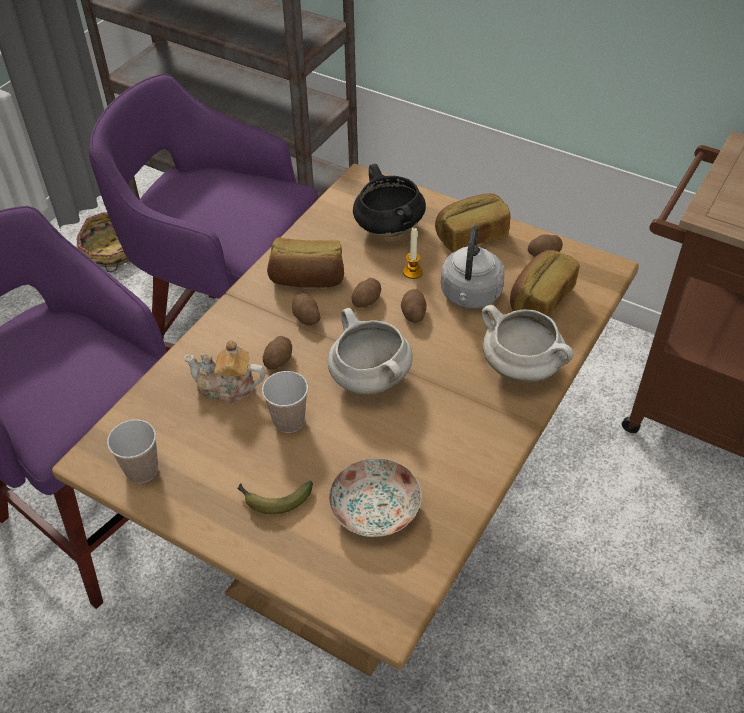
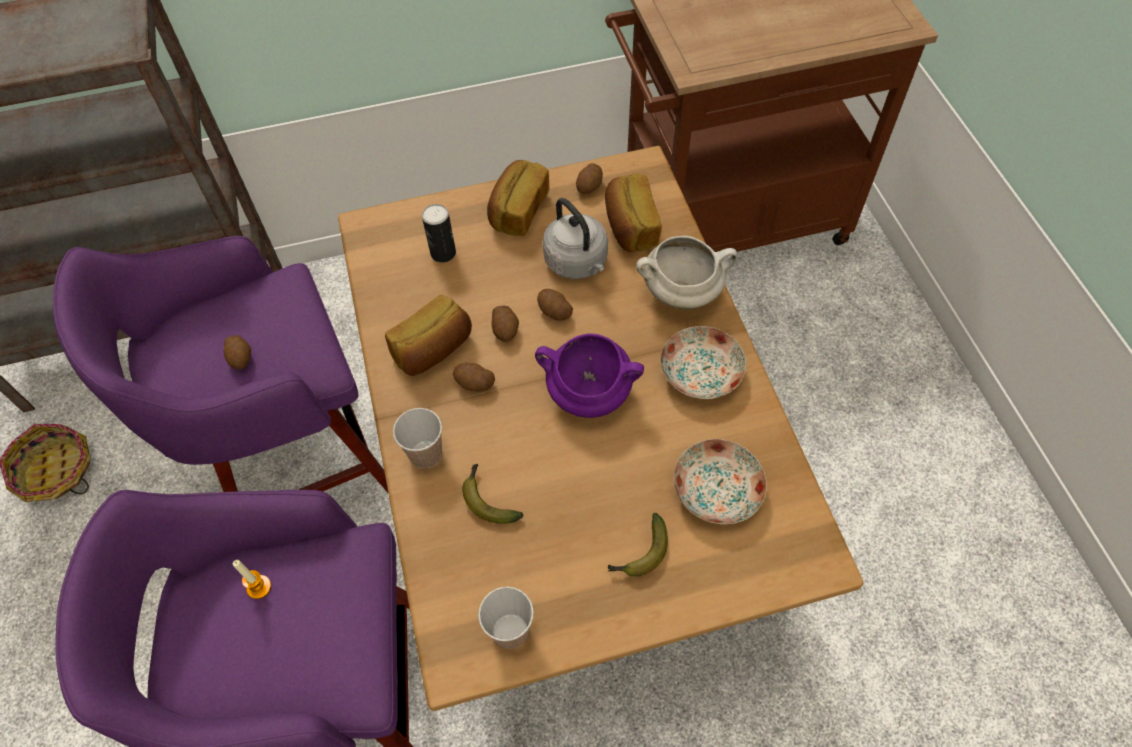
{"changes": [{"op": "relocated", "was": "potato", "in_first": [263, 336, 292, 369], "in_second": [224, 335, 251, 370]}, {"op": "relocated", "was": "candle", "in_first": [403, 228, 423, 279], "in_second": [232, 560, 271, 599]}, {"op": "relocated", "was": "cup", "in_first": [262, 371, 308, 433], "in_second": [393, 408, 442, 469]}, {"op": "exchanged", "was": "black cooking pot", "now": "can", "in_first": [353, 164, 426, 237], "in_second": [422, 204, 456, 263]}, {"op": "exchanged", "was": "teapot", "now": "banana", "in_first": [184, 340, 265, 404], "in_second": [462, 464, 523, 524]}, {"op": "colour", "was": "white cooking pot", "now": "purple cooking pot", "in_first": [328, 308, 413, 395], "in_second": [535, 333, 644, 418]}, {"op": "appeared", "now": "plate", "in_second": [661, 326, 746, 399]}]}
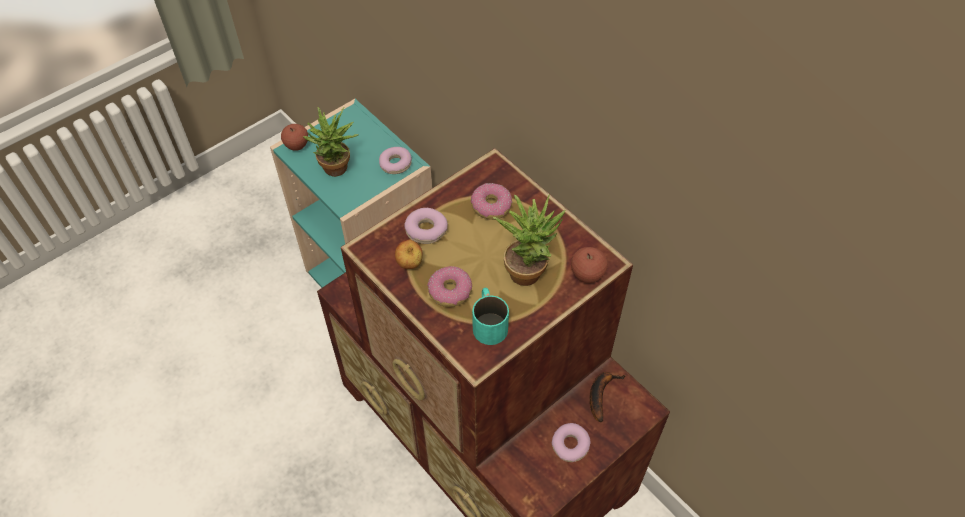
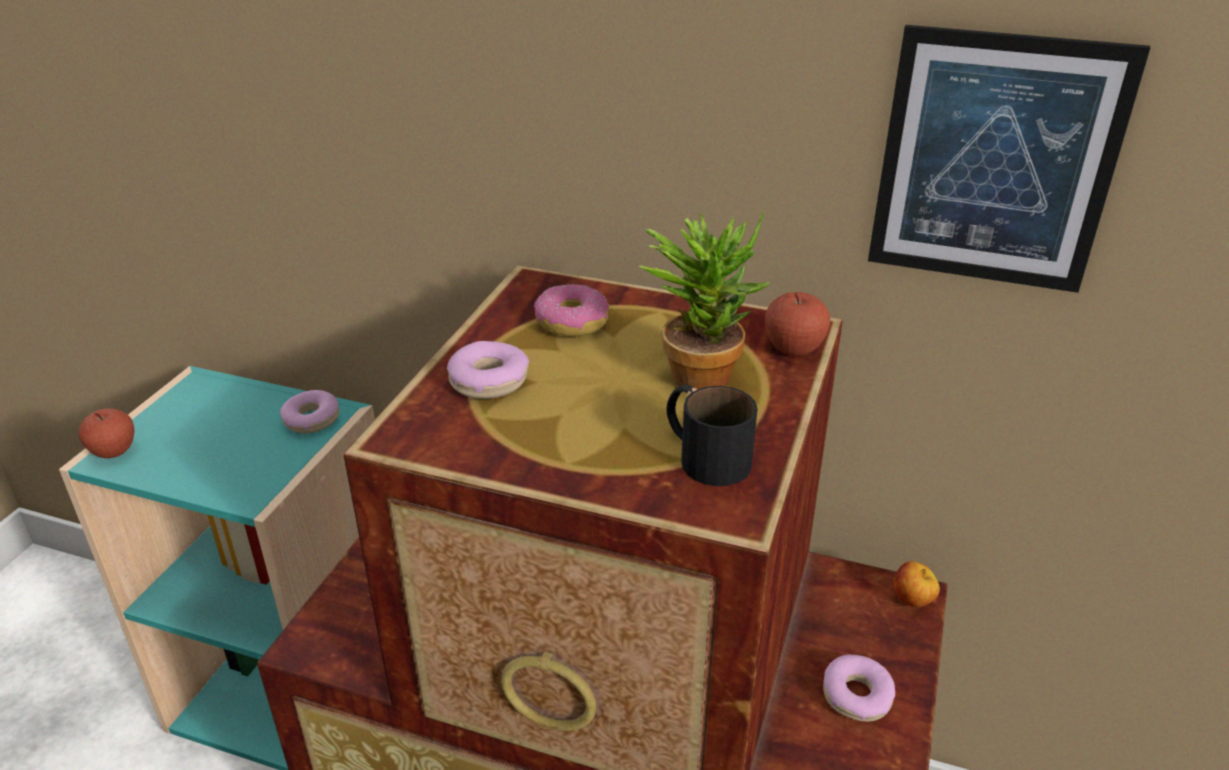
{"changes": [{"op": "colour", "was": "turquoise mug", "now": "black mug", "in_first": [472, 288, 509, 345], "in_second": [667, 385, 758, 486]}, {"op": "appeared", "now": "picture", "in_second": [868, 25, 1150, 293]}, {"op": "relocated", "was": "apple", "in_first": [395, 239, 423, 269], "in_second": [894, 561, 940, 607]}, {"op": "missing", "was": "potted plant", "in_first": [302, 107, 358, 177]}, {"op": "missing", "was": "donut", "in_first": [427, 266, 472, 307]}, {"op": "missing", "was": "banana", "in_first": [590, 372, 626, 422]}]}
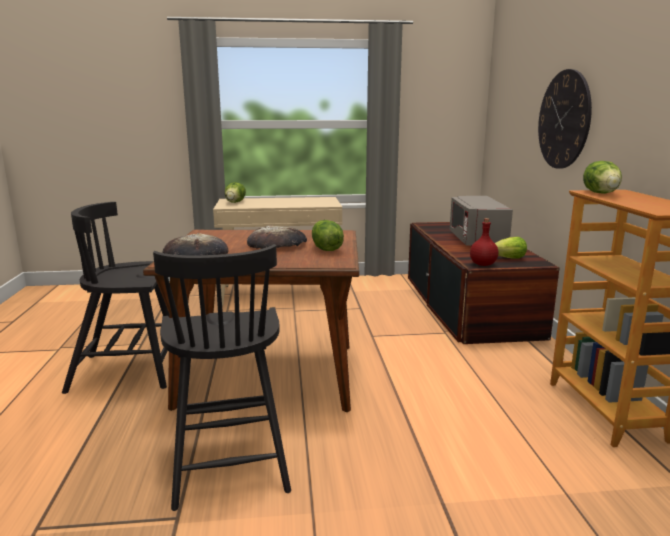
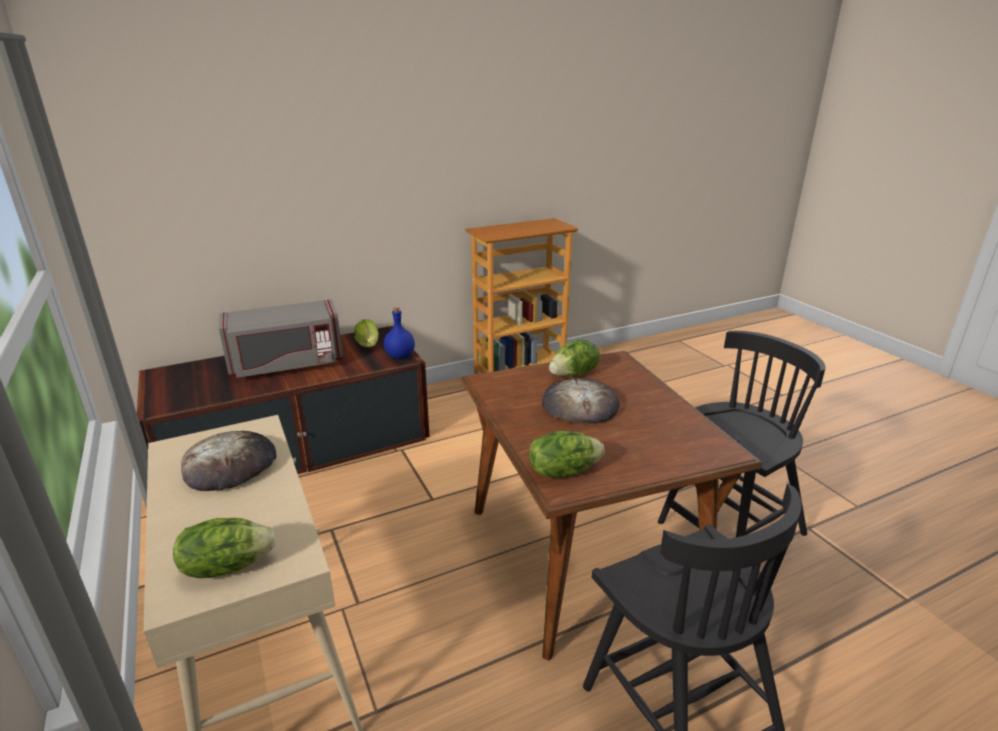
{"changes": [{"op": "relocated", "was": "bread", "in_first": [162, 233, 229, 255], "in_second": [181, 431, 276, 491]}, {"op": "colour", "was": "red bottle", "now": "blue bottle", "in_first": [470, 218, 498, 266], "in_second": [384, 307, 415, 359]}, {"op": "relocated", "was": "lettuce", "in_first": [583, 161, 622, 194], "in_second": [529, 431, 604, 478]}, {"op": "missing", "was": "wall clock", "in_first": [538, 69, 592, 169]}]}
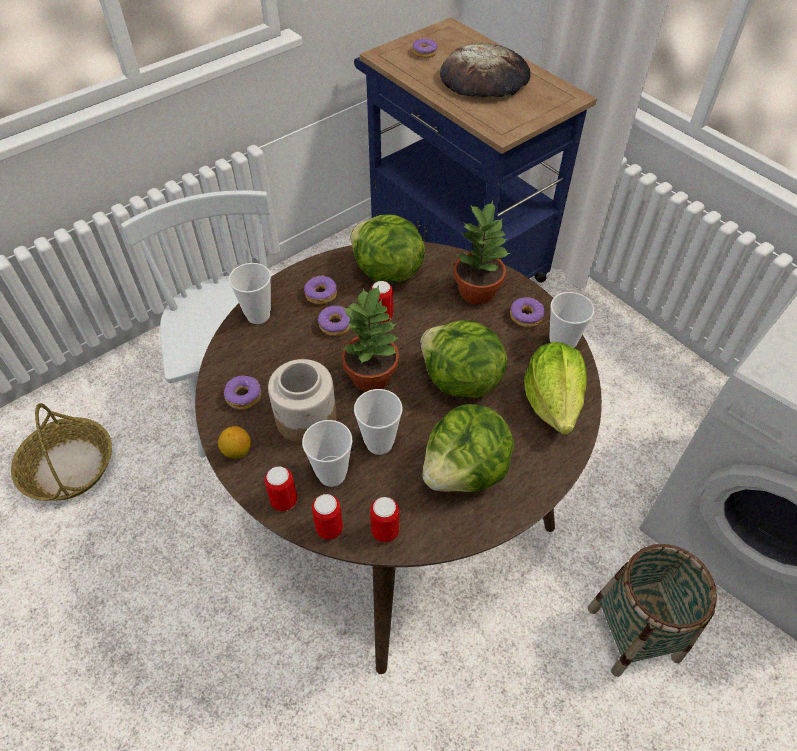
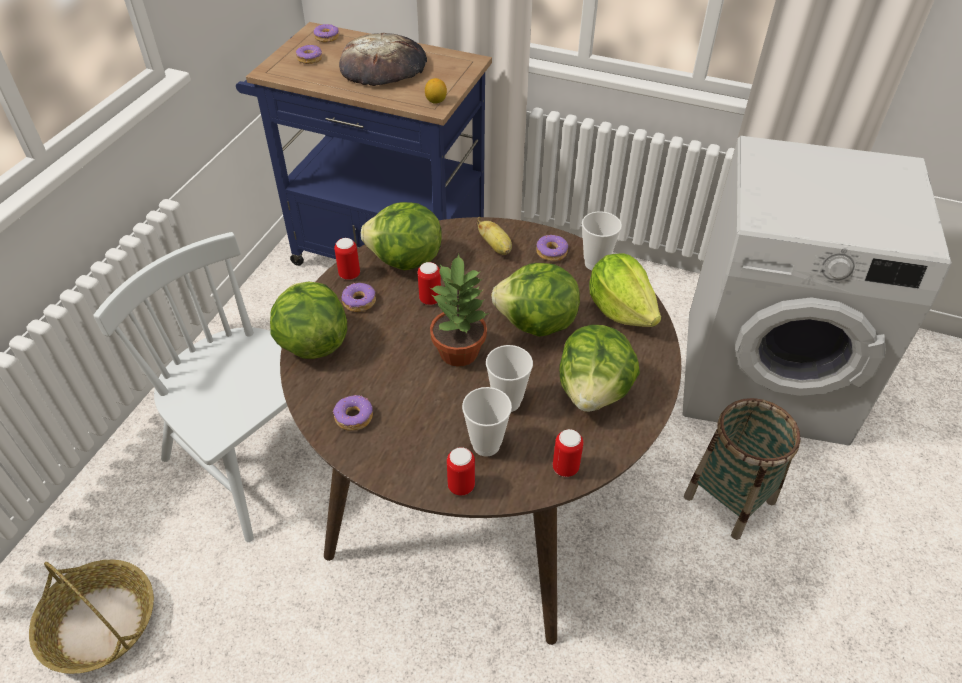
{"changes": [{"op": "exchanged", "was": "cup", "now": "lettuce", "in_first": [229, 263, 271, 324], "in_second": [270, 282, 347, 359]}, {"op": "relocated", "was": "donut", "in_first": [318, 305, 350, 336], "in_second": [314, 24, 339, 42]}, {"op": "relocated", "was": "can", "in_first": [312, 494, 343, 540], "in_second": [334, 238, 360, 280]}, {"op": "relocated", "was": "lemon", "in_first": [218, 426, 251, 459], "in_second": [425, 78, 447, 104]}, {"op": "exchanged", "was": "potted plant", "now": "banana", "in_first": [454, 201, 510, 304], "in_second": [476, 217, 512, 255]}, {"op": "missing", "was": "jar", "in_first": [268, 359, 337, 443]}]}
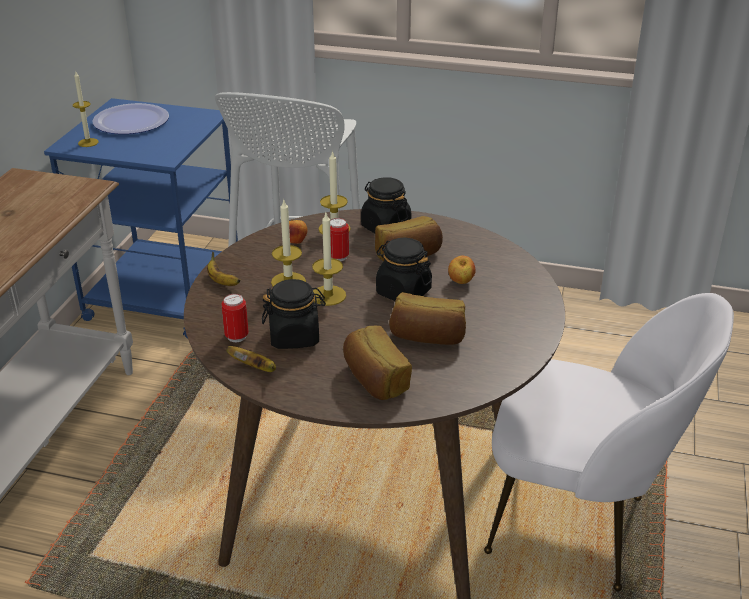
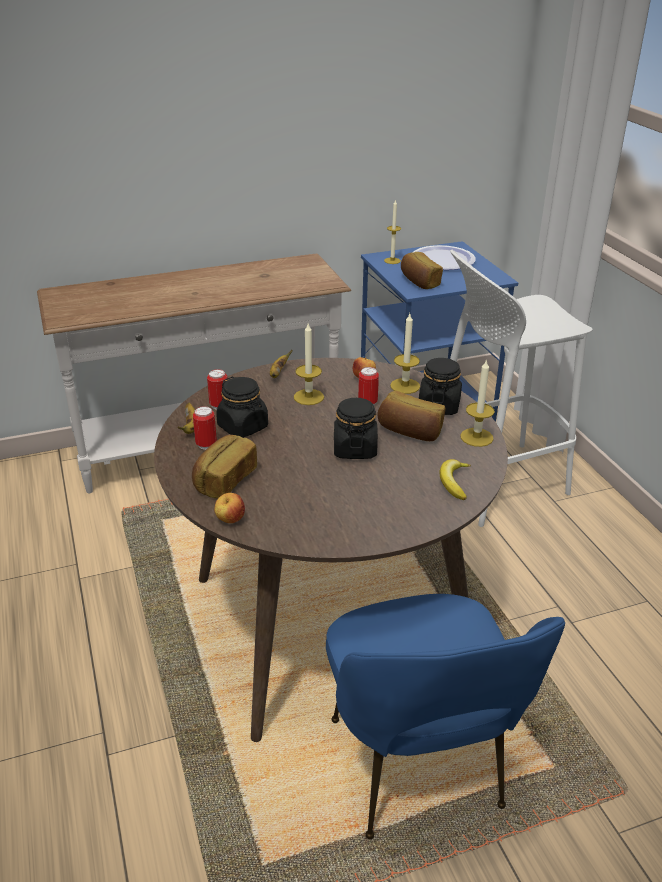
{"changes": [{"op": "appeared", "now": "can", "in_second": [193, 406, 217, 450]}, {"op": "relocated", "was": "apple", "in_first": [448, 256, 476, 284], "in_second": [214, 493, 245, 523]}, {"op": "colour", "was": "white chair", "now": "blue chair", "in_first": [484, 293, 734, 591], "in_second": [326, 594, 565, 839]}, {"op": "relocated", "was": "bread", "in_first": [389, 292, 466, 345], "in_second": [401, 252, 443, 289]}, {"op": "appeared", "now": "banana", "in_second": [439, 459, 471, 500]}, {"op": "relocated", "was": "candle", "in_first": [312, 213, 346, 306], "in_second": [460, 359, 495, 447]}]}
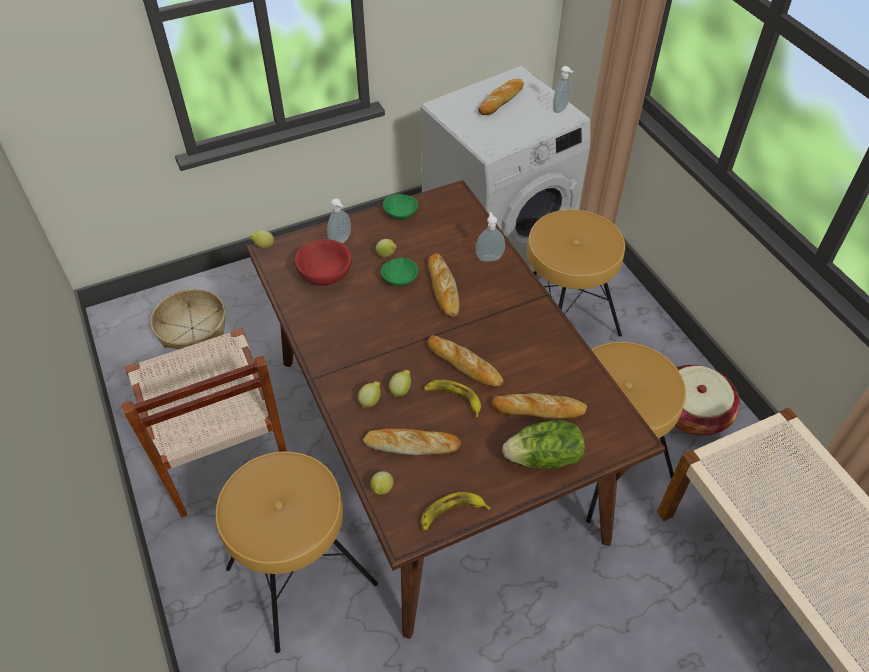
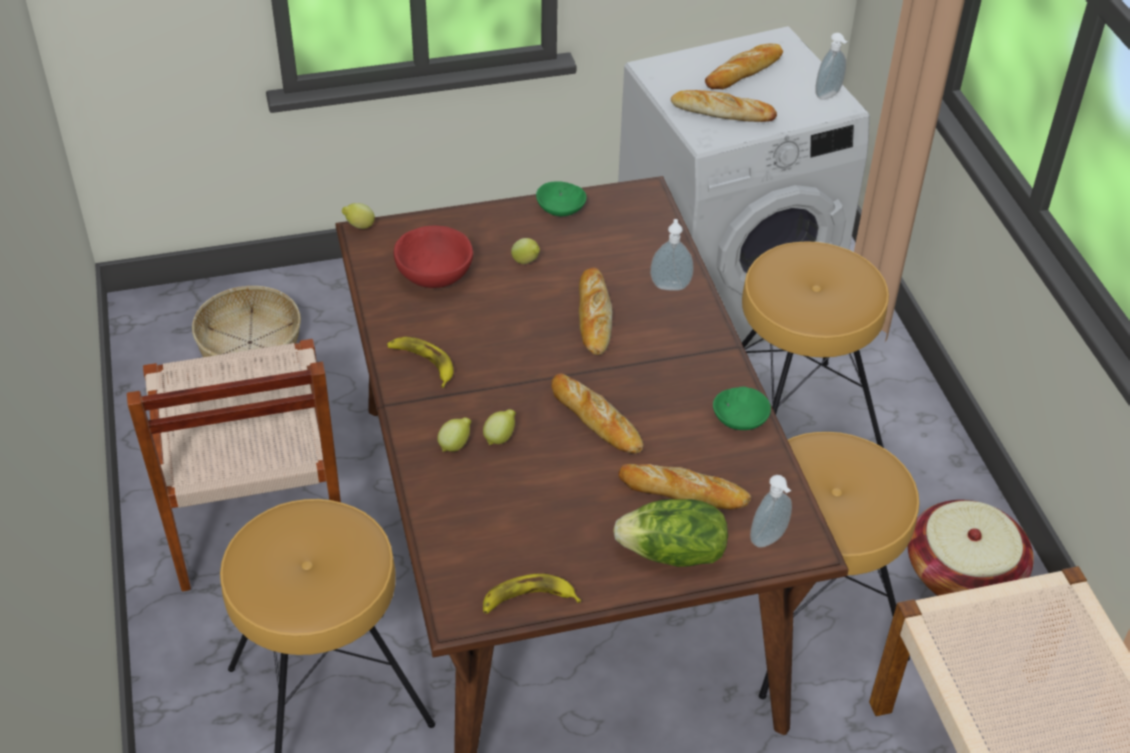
{"changes": [{"op": "relocated", "was": "banana", "in_first": [424, 379, 481, 418], "in_second": [387, 337, 454, 388]}, {"op": "relocated", "was": "bread", "in_first": [363, 429, 462, 455], "in_second": [671, 90, 777, 122]}, {"op": "relocated", "was": "green bowl", "in_first": [381, 258, 418, 286], "in_second": [713, 387, 771, 430]}, {"op": "relocated", "was": "soap dispenser", "in_first": [327, 199, 351, 243], "in_second": [750, 475, 792, 548]}, {"op": "missing", "was": "lemon", "in_first": [370, 471, 394, 495]}]}
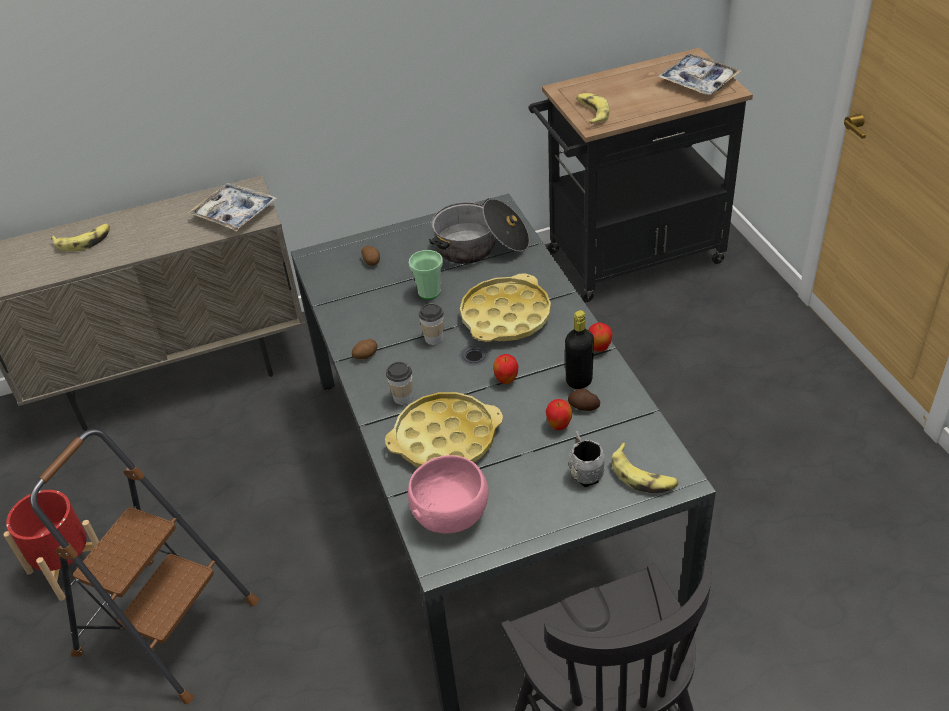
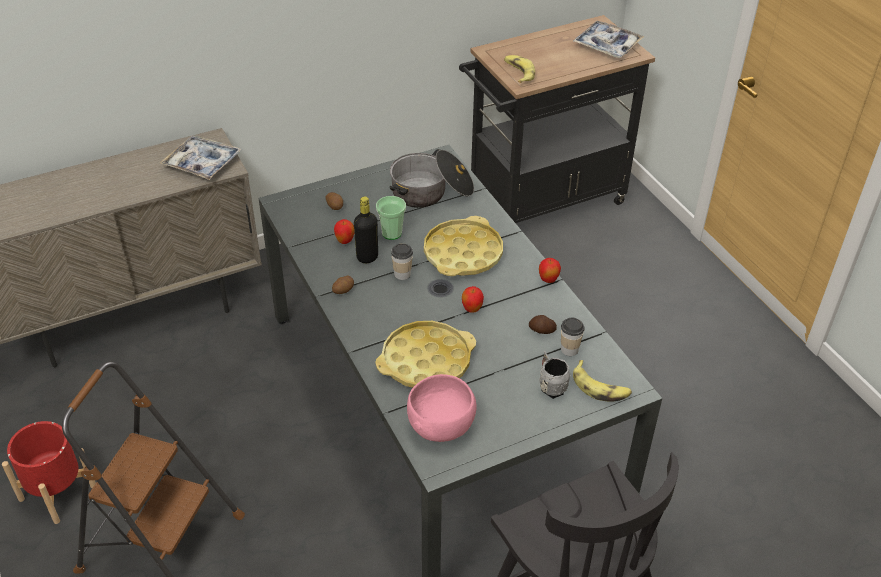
{"changes": [{"op": "relocated", "was": "apple", "in_first": [546, 399, 572, 430], "in_second": [334, 219, 354, 244]}, {"op": "relocated", "was": "black bottle", "in_first": [565, 310, 594, 389], "in_second": [354, 197, 378, 263]}, {"op": "relocated", "was": "cup", "in_first": [386, 362, 412, 405], "in_second": [561, 318, 585, 356]}, {"op": "missing", "was": "banana", "in_first": [51, 224, 110, 252]}]}
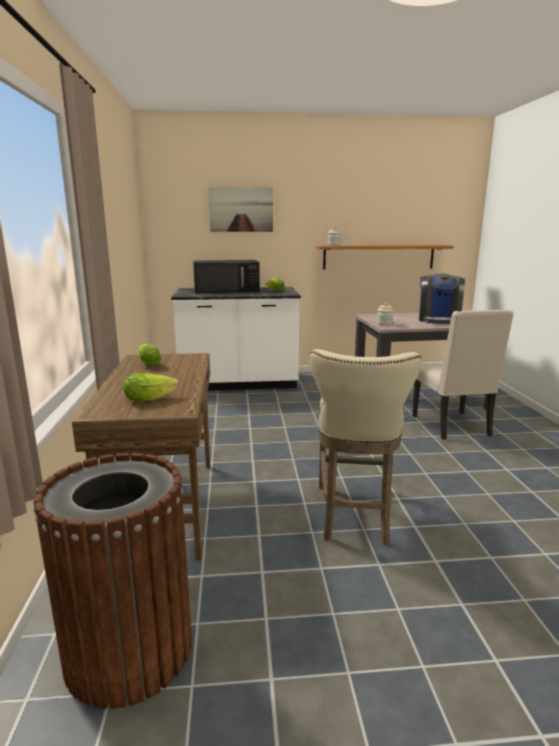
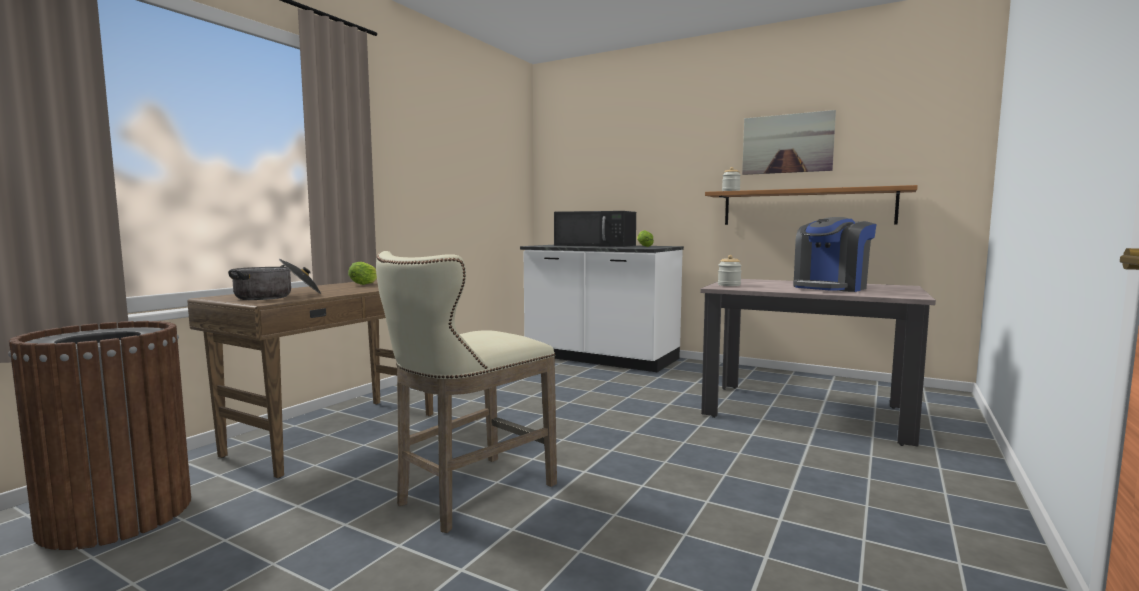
{"changes": [{"op": "exchanged", "was": "lettuce", "now": "cooking pot", "in_first": [124, 373, 179, 402], "in_second": [228, 259, 321, 300]}, {"op": "relocated", "was": "picture", "in_first": [209, 187, 273, 232], "in_second": [742, 110, 836, 175]}, {"op": "missing", "was": "beige chair", "in_first": [412, 310, 514, 440]}]}
